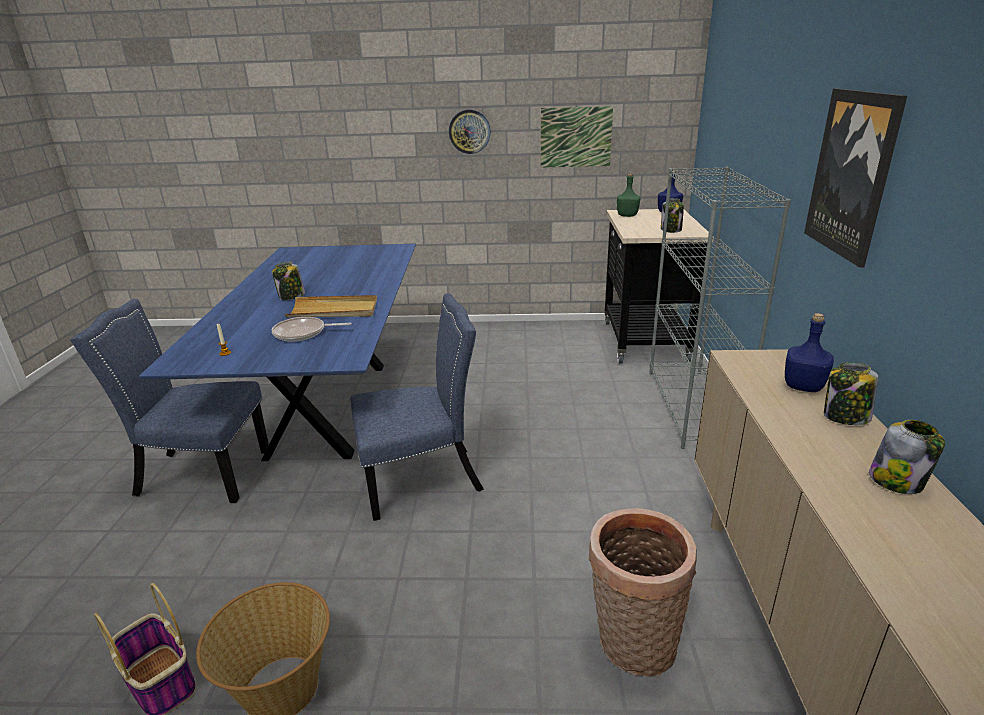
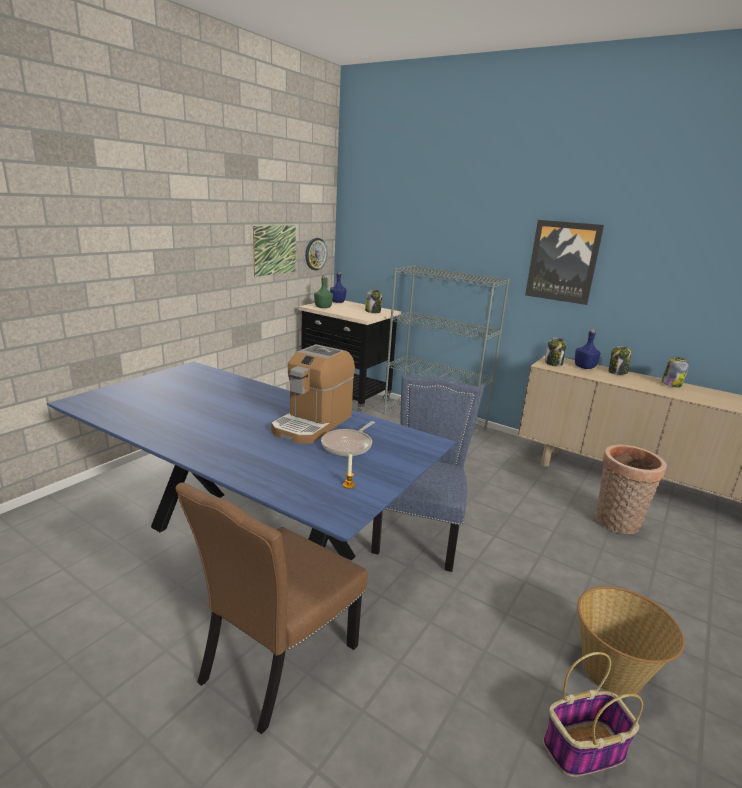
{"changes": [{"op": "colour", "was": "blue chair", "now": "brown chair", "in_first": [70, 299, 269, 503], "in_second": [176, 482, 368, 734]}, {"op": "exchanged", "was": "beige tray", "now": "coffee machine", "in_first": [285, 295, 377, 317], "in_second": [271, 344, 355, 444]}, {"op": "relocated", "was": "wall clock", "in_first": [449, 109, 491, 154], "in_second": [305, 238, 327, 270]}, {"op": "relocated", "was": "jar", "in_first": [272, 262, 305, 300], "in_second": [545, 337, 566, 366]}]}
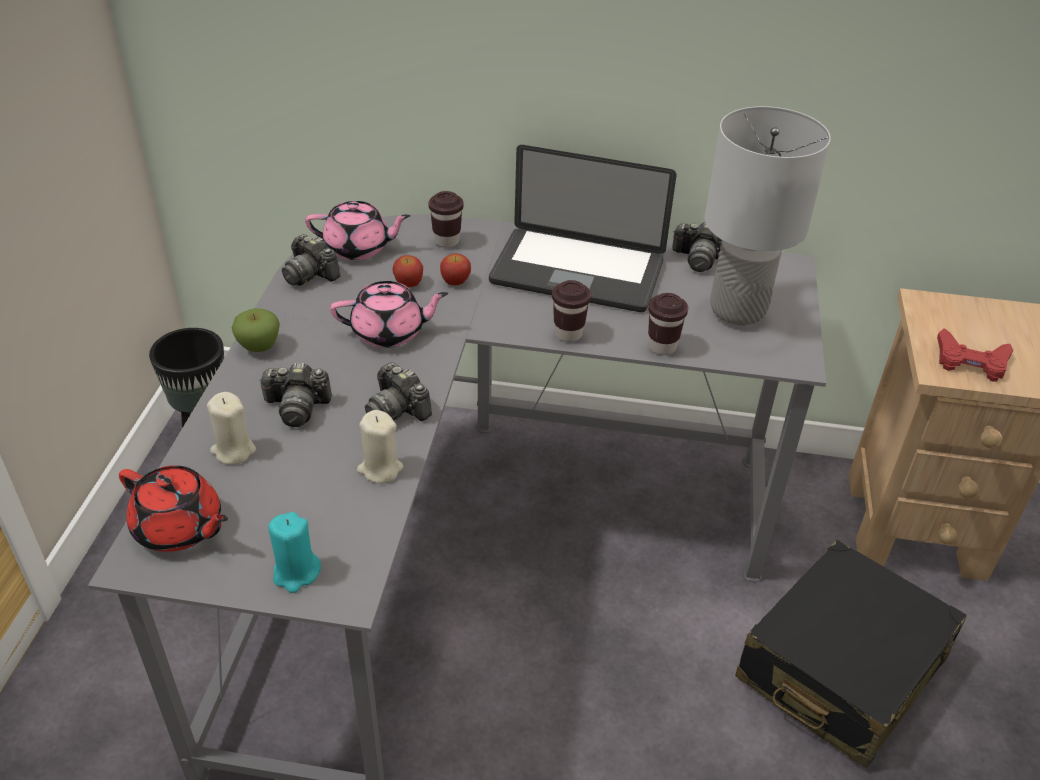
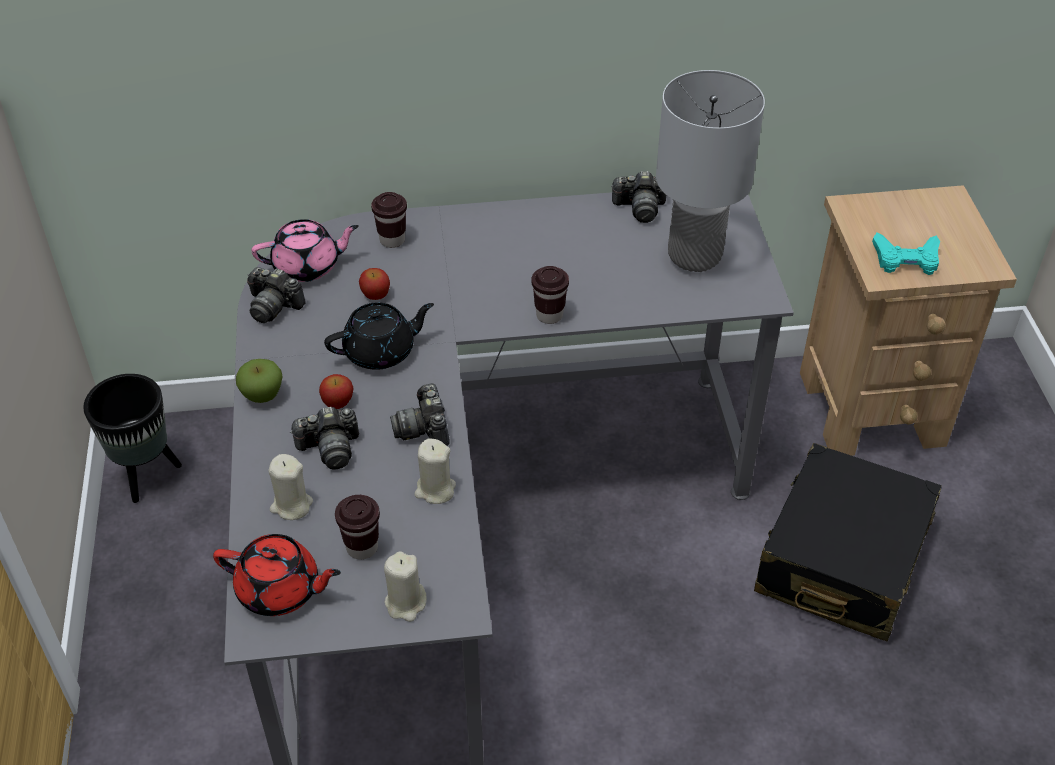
{"changes": [{"op": "relocated", "was": "apple", "in_first": [440, 253, 471, 285], "in_second": [319, 374, 353, 409]}, {"op": "colour", "was": "pink teapot", "now": "black teapot", "in_first": [330, 281, 448, 348], "in_second": [324, 302, 434, 370]}, {"op": "relocated", "was": "brown cup", "in_first": [648, 293, 688, 355], "in_second": [335, 495, 380, 560]}, {"op": "colour", "was": "turquoise candle", "now": "beige candle", "in_first": [268, 512, 321, 593], "in_second": [384, 551, 427, 622]}, {"op": "spun", "was": "photo camera", "in_first": [365, 362, 432, 421], "in_second": [390, 383, 450, 446], "clockwise": 45}, {"op": "colour", "was": "red game controller", "now": "turquoise game controller", "in_first": [937, 328, 1013, 381], "in_second": [872, 233, 940, 275]}, {"op": "missing", "was": "laptop", "in_first": [489, 145, 676, 312]}]}
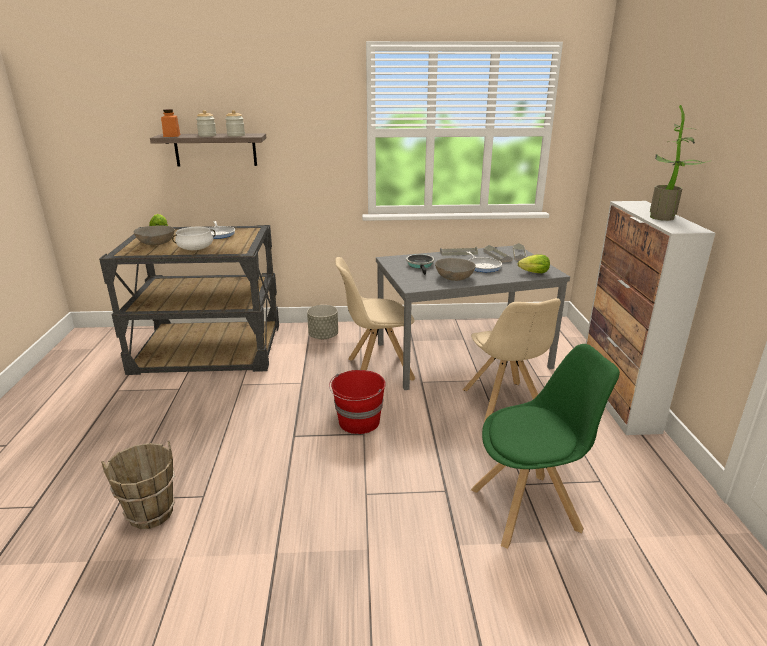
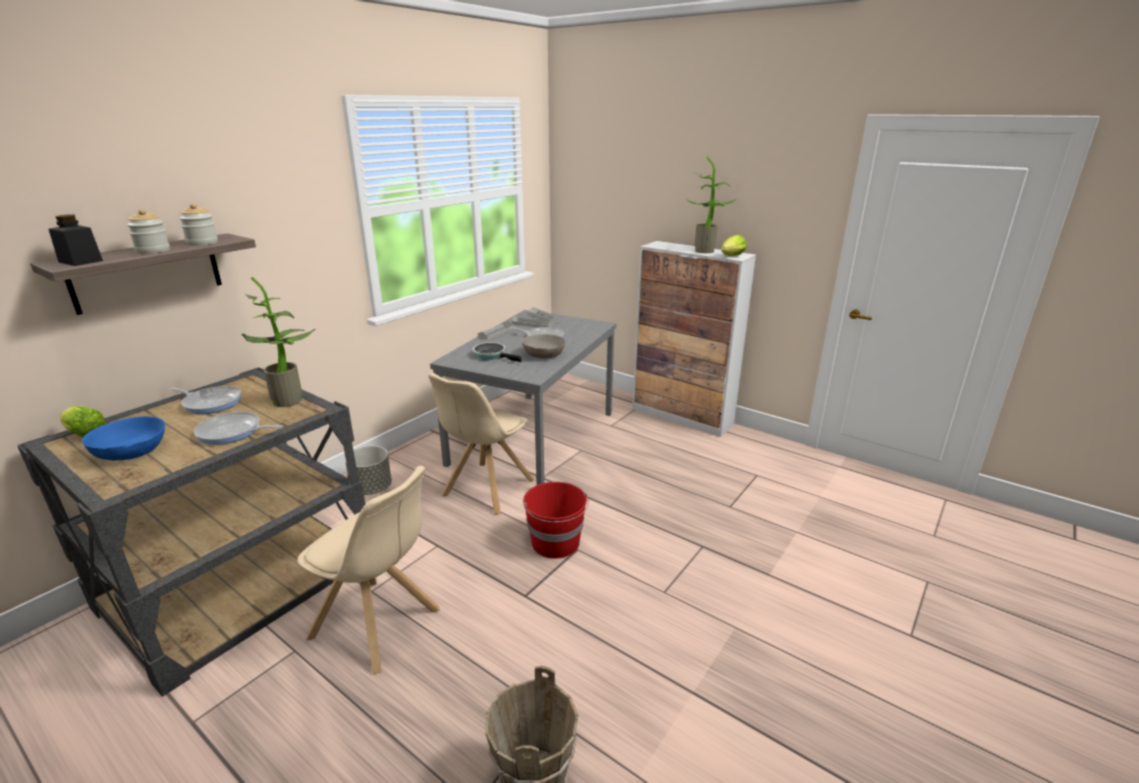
{"changes": [{"op": "colour", "was": "orange jar", "now": "black jar", "in_first": [161, 109, 180, 137], "in_second": [49, 214, 103, 266]}, {"op": "colour", "was": "grey bowl", "now": "blue bowl", "in_first": [133, 226, 174, 245], "in_second": [82, 416, 165, 460]}, {"op": "exchanged", "was": "white cooking pot", "now": "frying pan", "in_first": [172, 227, 216, 250], "in_second": [194, 412, 283, 445]}, {"op": "appeared", "now": "potted plant", "in_second": [241, 277, 316, 407]}, {"op": "relocated", "was": "beige chair", "in_first": [463, 298, 561, 422], "in_second": [297, 466, 440, 674]}, {"op": "relocated", "was": "lettuce", "in_first": [518, 255, 550, 273], "in_second": [721, 235, 747, 256]}, {"op": "missing", "was": "green chair", "in_first": [471, 344, 620, 549]}]}
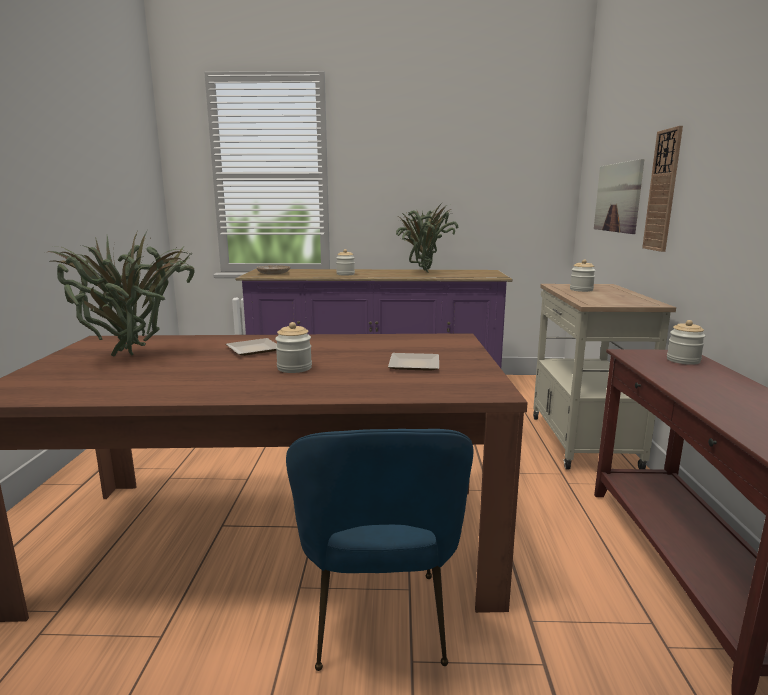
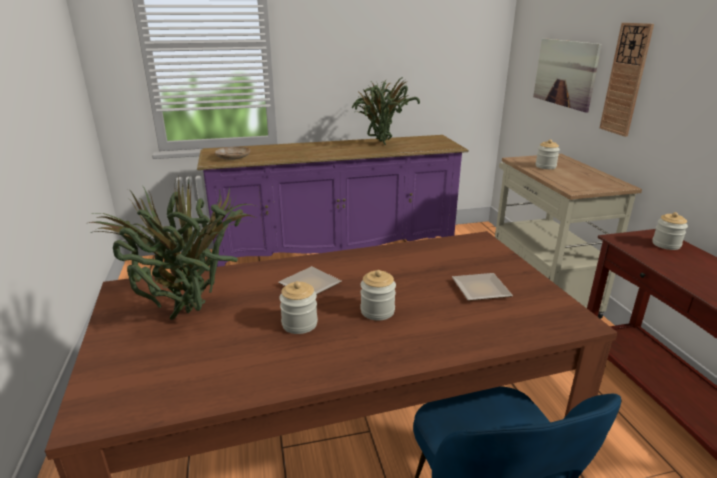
{"changes": [{"op": "relocated", "was": "jar", "in_first": [336, 249, 355, 276], "in_second": [279, 281, 318, 334]}]}
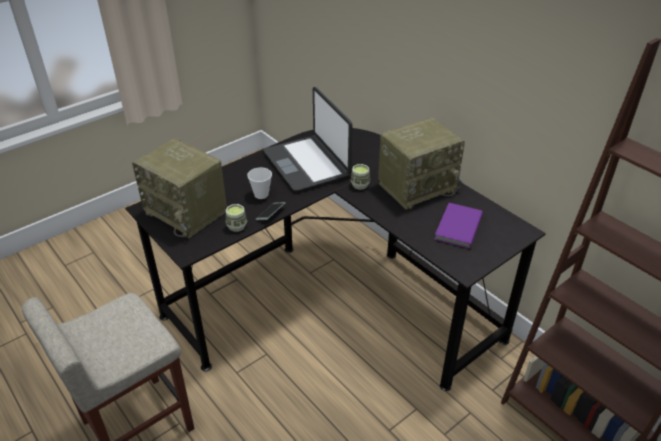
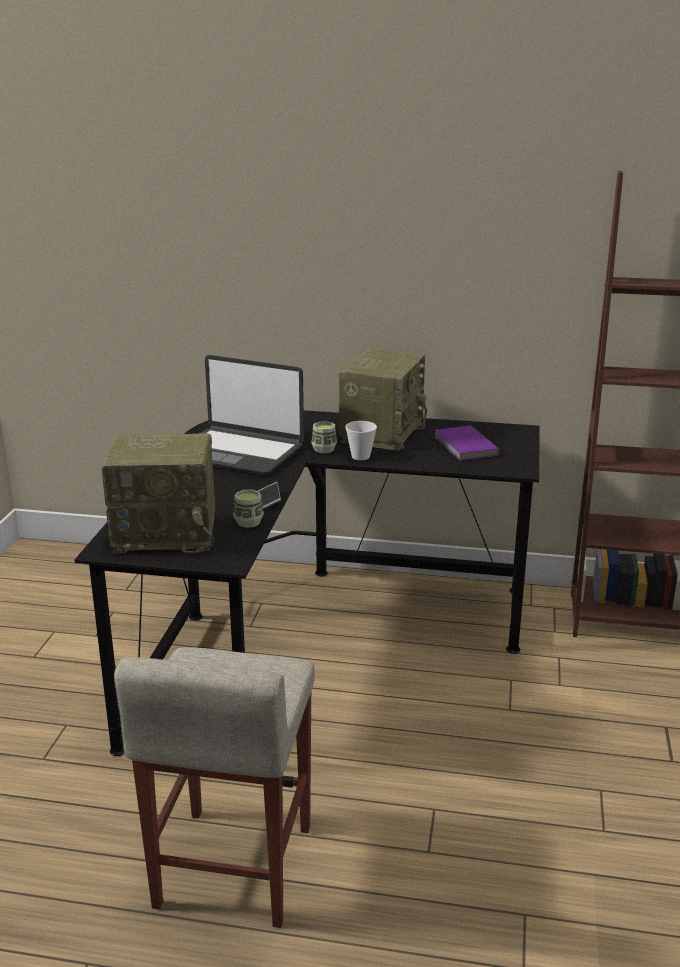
{"changes": [{"op": "relocated", "was": "cup", "in_first": [247, 167, 272, 199], "in_second": [345, 421, 377, 460]}]}
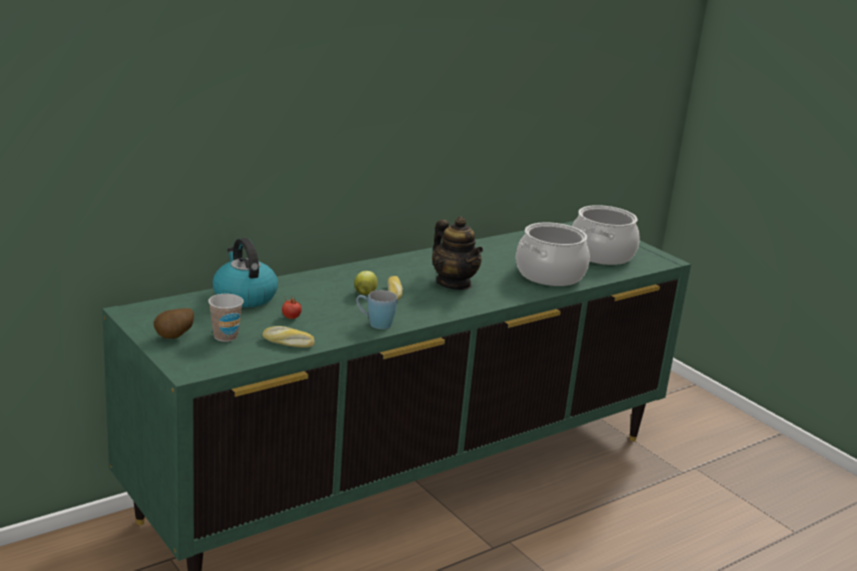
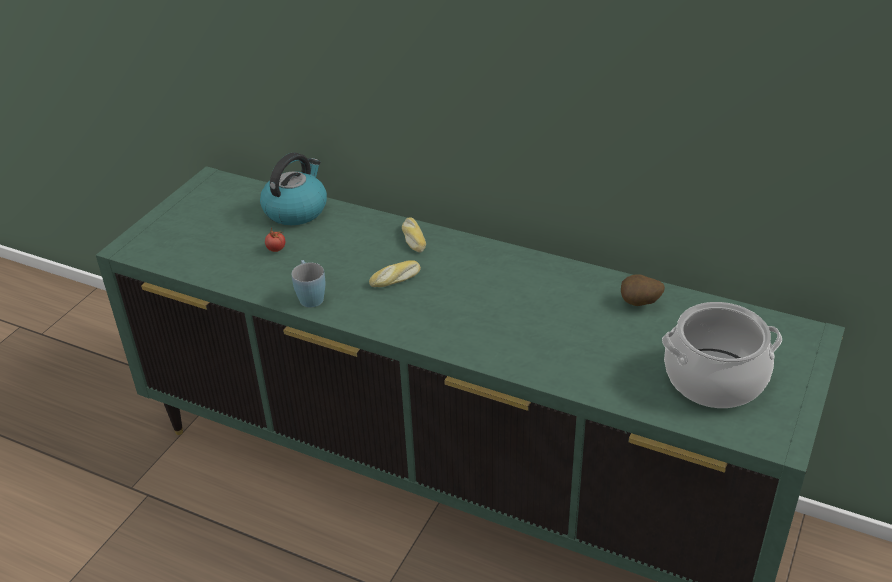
{"changes": [{"op": "relocated", "was": "bread", "in_first": [262, 326, 315, 348], "in_second": [402, 217, 426, 252]}, {"op": "relocated", "was": "potato", "in_first": [153, 308, 194, 339], "in_second": [621, 274, 665, 306]}, {"op": "missing", "was": "cup", "in_first": [208, 294, 244, 342]}, {"op": "missing", "was": "apple", "in_first": [354, 271, 378, 295]}, {"op": "missing", "was": "teapot", "in_first": [432, 217, 483, 290]}, {"op": "missing", "was": "cooking pot", "in_first": [516, 222, 590, 286]}]}
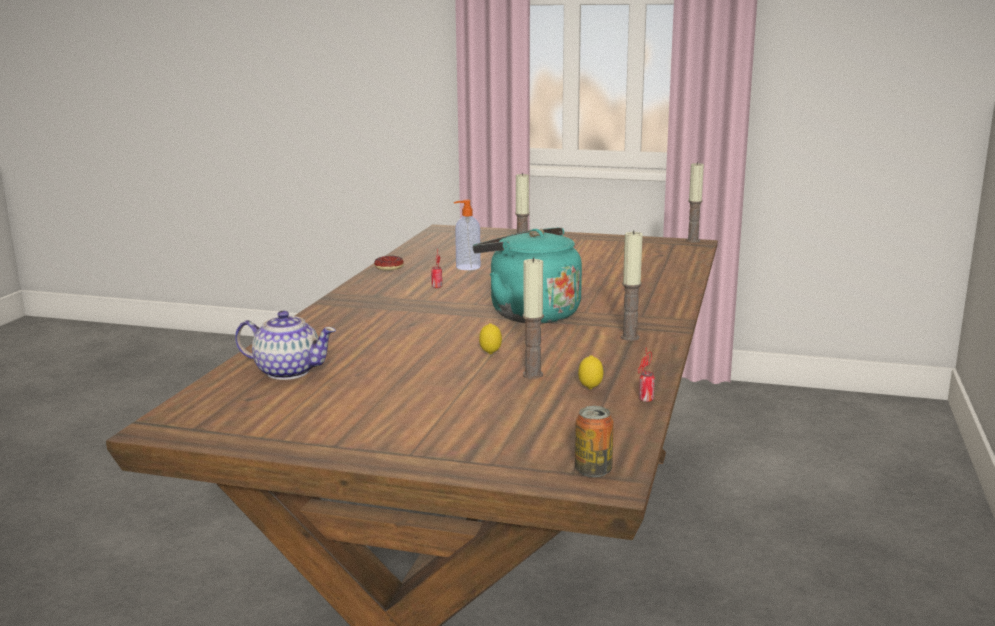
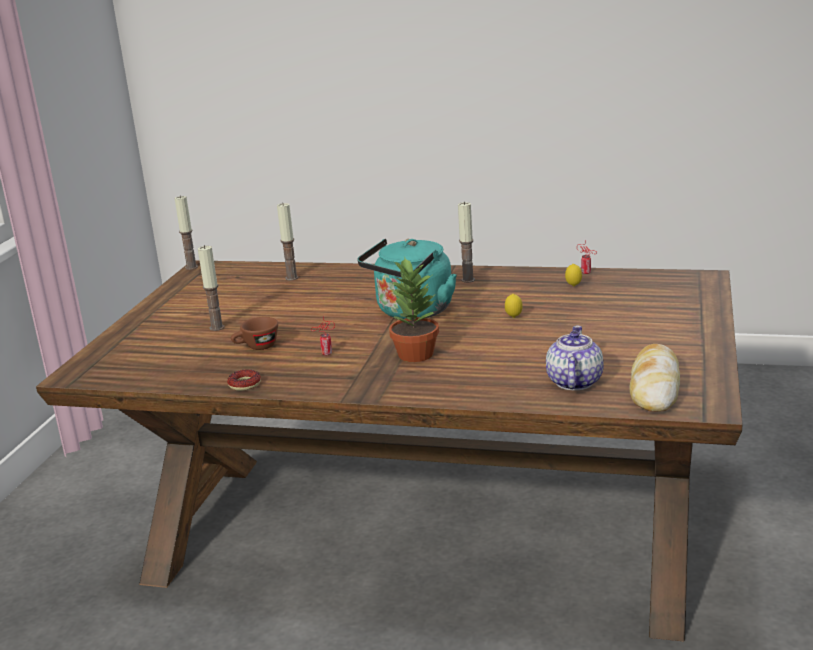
{"changes": [{"op": "exchanged", "was": "soap dispenser", "now": "brown cup", "in_first": [454, 200, 481, 270], "in_second": [231, 317, 278, 350]}, {"op": "relocated", "was": "candle", "in_first": [523, 257, 544, 379], "in_second": [277, 202, 299, 281]}, {"op": "appeared", "now": "potted plant", "in_second": [389, 258, 439, 362]}, {"op": "appeared", "now": "bread", "in_second": [629, 344, 680, 412]}, {"op": "missing", "was": "can", "in_first": [575, 406, 613, 477]}]}
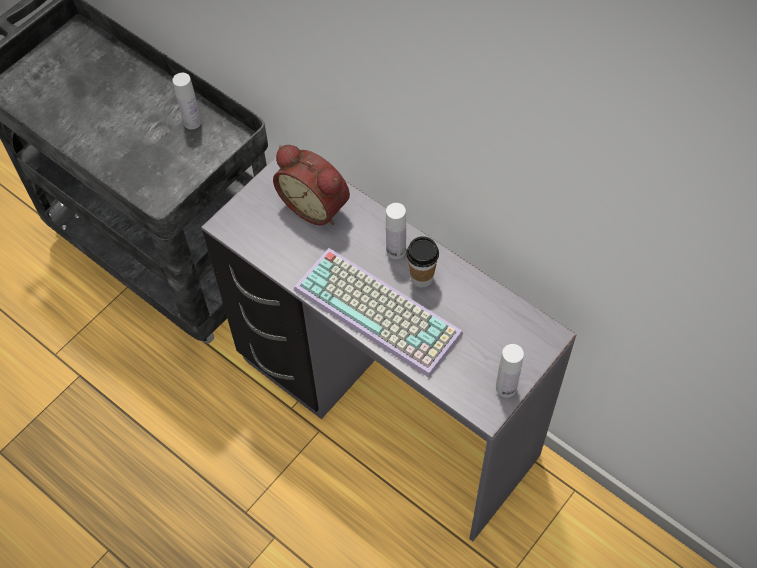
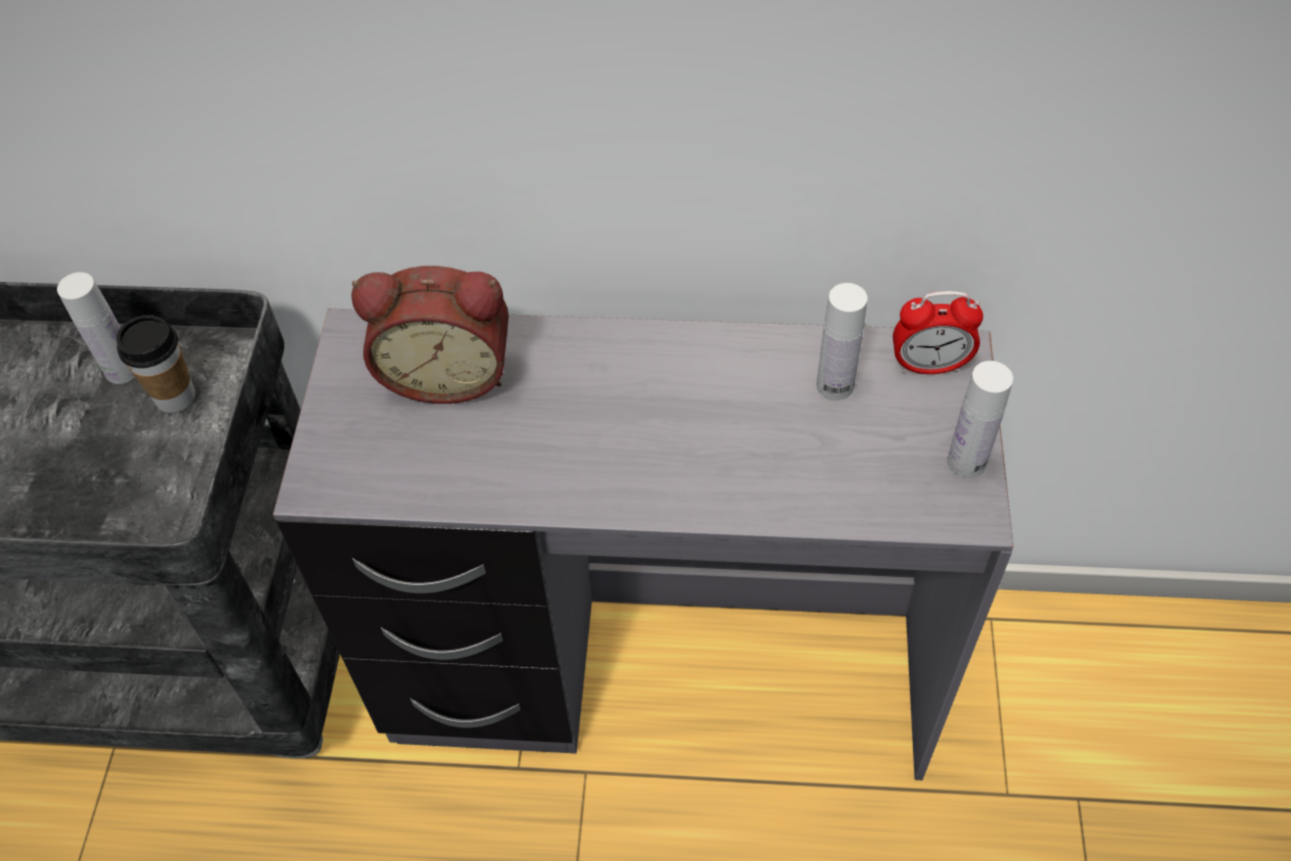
{"changes": [{"op": "relocated", "was": "cup", "in_first": [407, 236, 439, 287], "in_second": [116, 315, 195, 413]}, {"op": "relocated", "was": "white bottle", "in_first": [386, 203, 406, 259], "in_second": [817, 283, 868, 401]}, {"op": "appeared", "now": "alarm clock", "in_second": [893, 291, 983, 374]}, {"op": "missing", "was": "keyboard", "in_first": [294, 248, 463, 378]}]}
